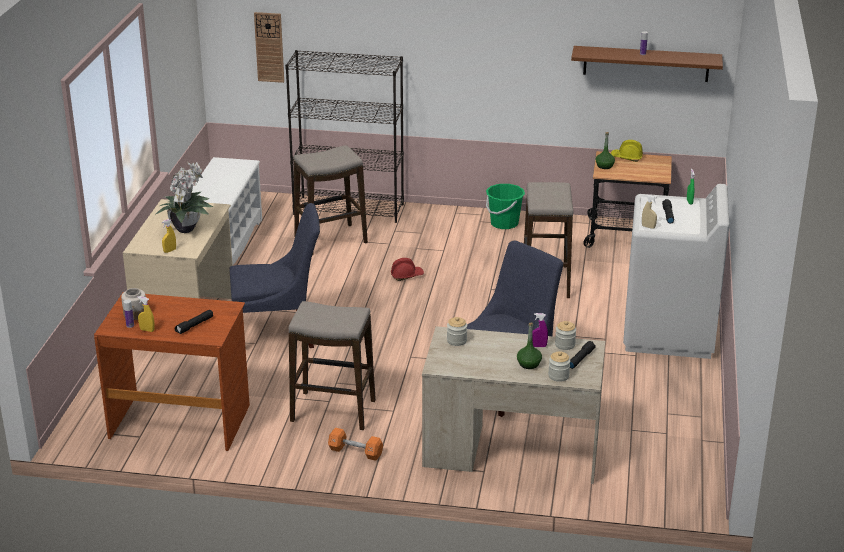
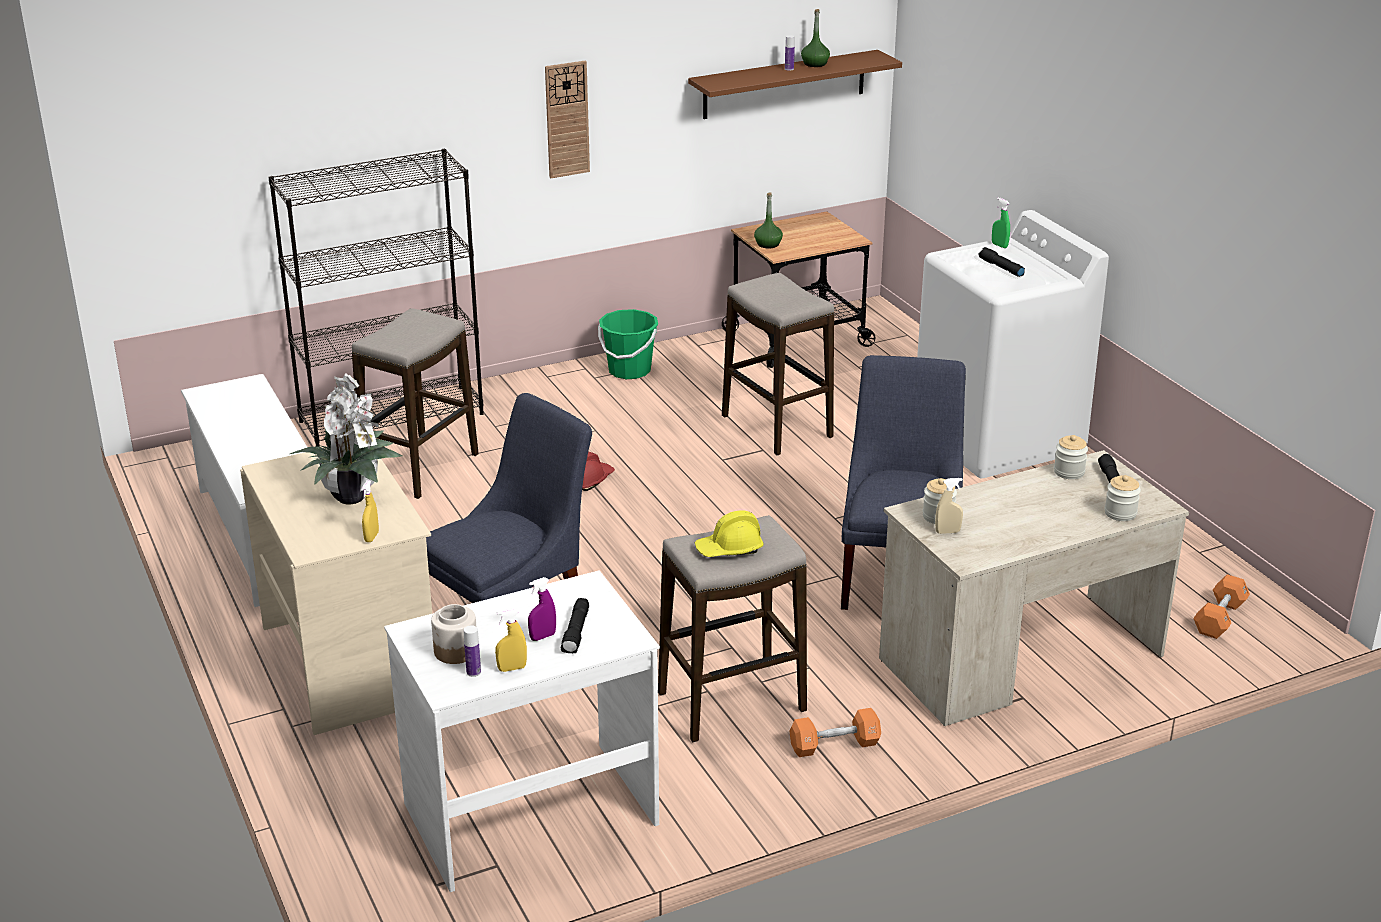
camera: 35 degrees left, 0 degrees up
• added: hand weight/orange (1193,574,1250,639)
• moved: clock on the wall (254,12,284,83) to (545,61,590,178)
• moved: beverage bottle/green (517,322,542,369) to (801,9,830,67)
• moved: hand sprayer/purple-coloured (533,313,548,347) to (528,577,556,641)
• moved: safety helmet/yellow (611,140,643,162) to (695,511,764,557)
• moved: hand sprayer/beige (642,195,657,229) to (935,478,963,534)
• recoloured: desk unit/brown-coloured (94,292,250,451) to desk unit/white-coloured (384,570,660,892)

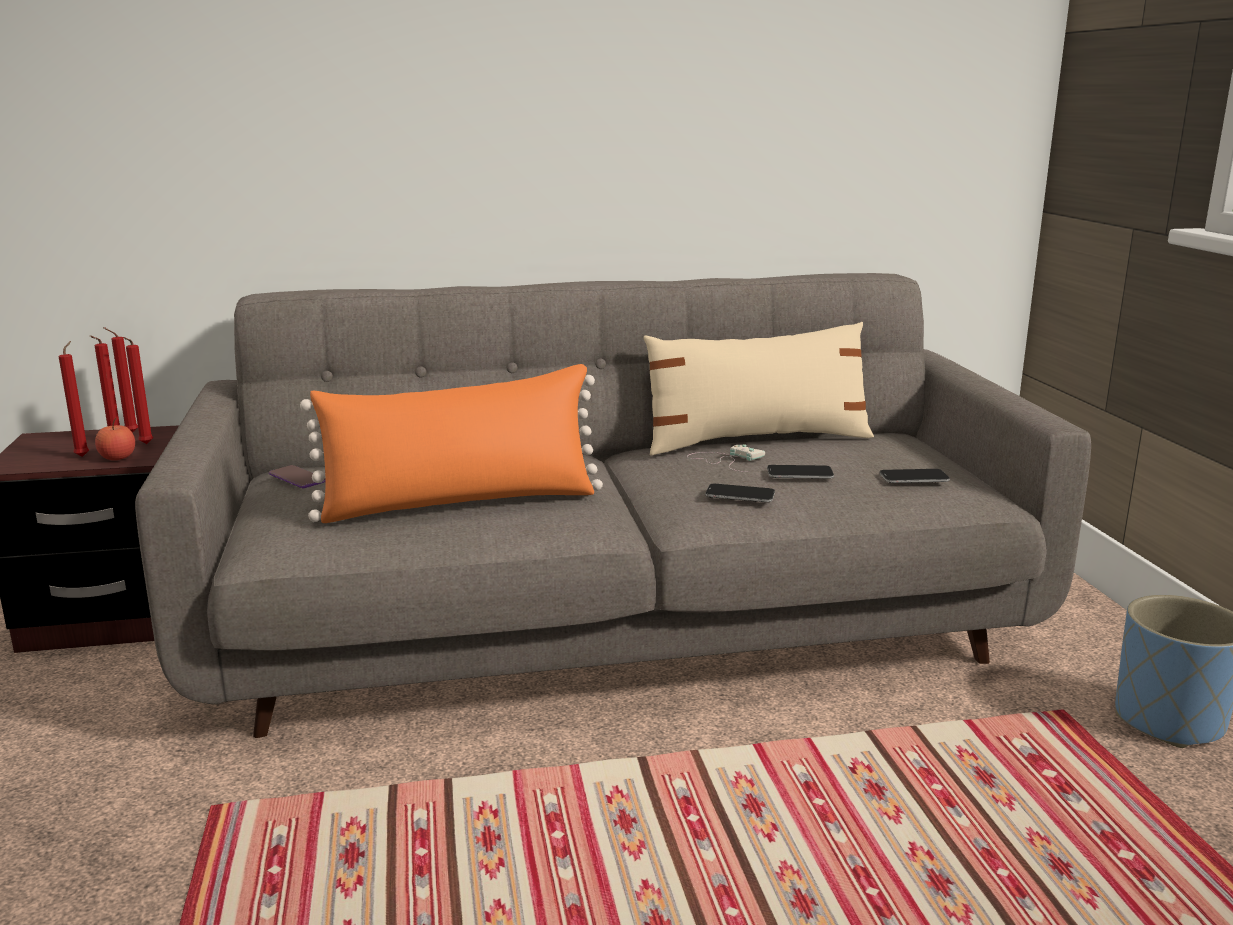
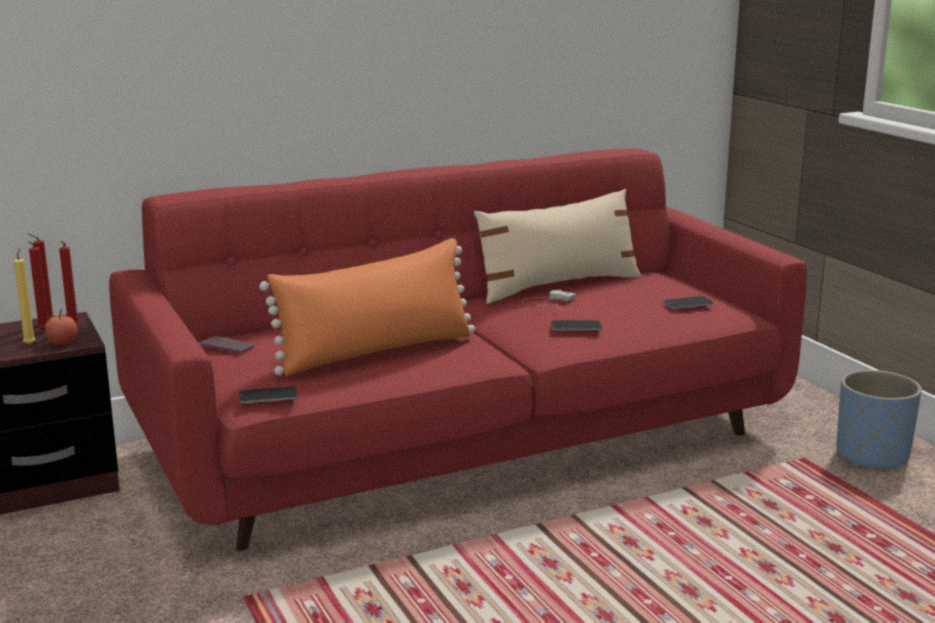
camera: 15 degrees left, 0 degrees up
• moved: telephone (767,465,834,479) to (239,386,298,404)
• recoloured: candle/reddish (59,341,89,457) to candle/yellow (14,248,36,345)
• recoloured: couch/gray (135,273,1091,738) to couch/reddish (109,148,807,551)

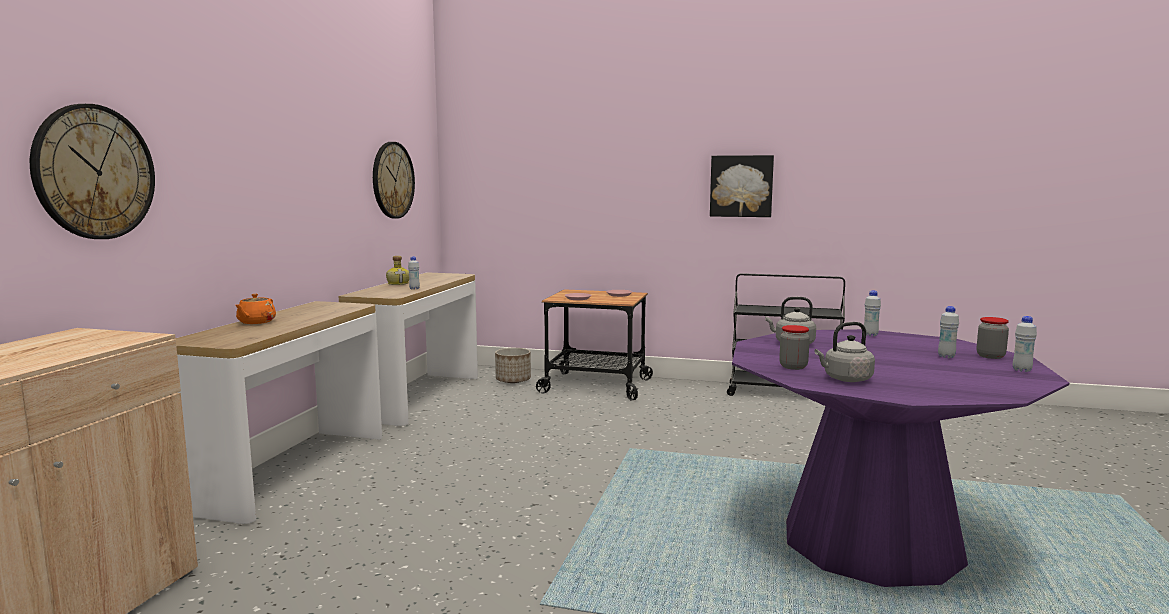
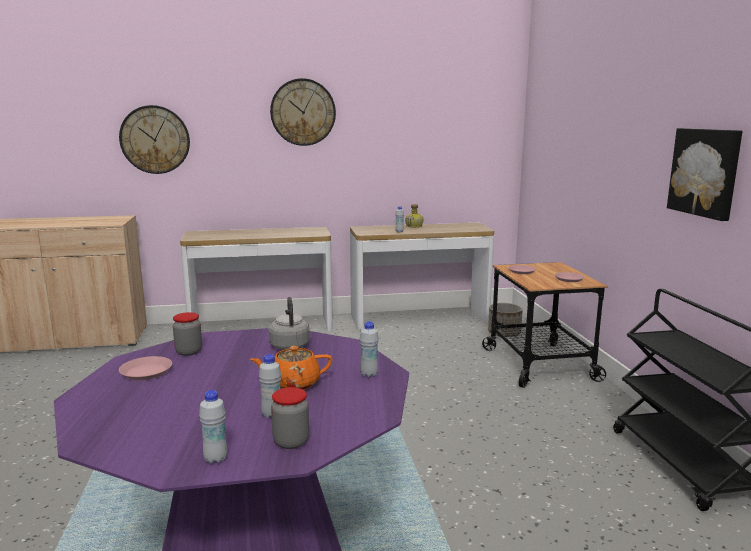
camera: 65 degrees right, 5 degrees up
• moved: pot for tea/orange (235,294,276,324) to (250,346,332,390)
• moved: clock on the wall (373,142,415,219) to (270,78,336,146)
• replaced: tea kettle/gray (814,322,875,382) to dinner plate/pink-coloured (119,356,172,380)

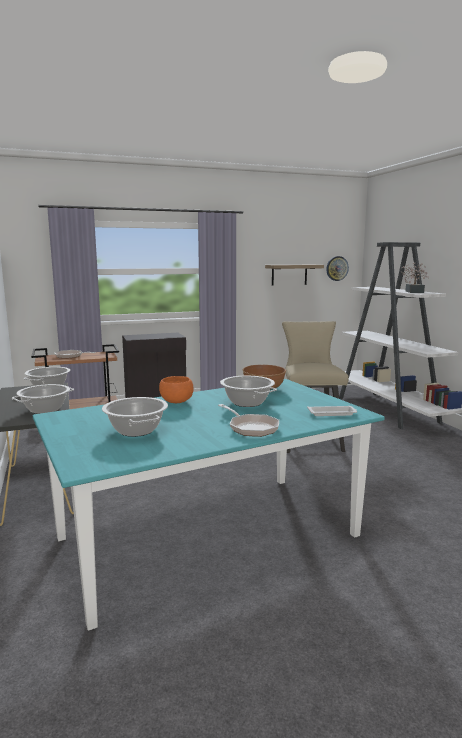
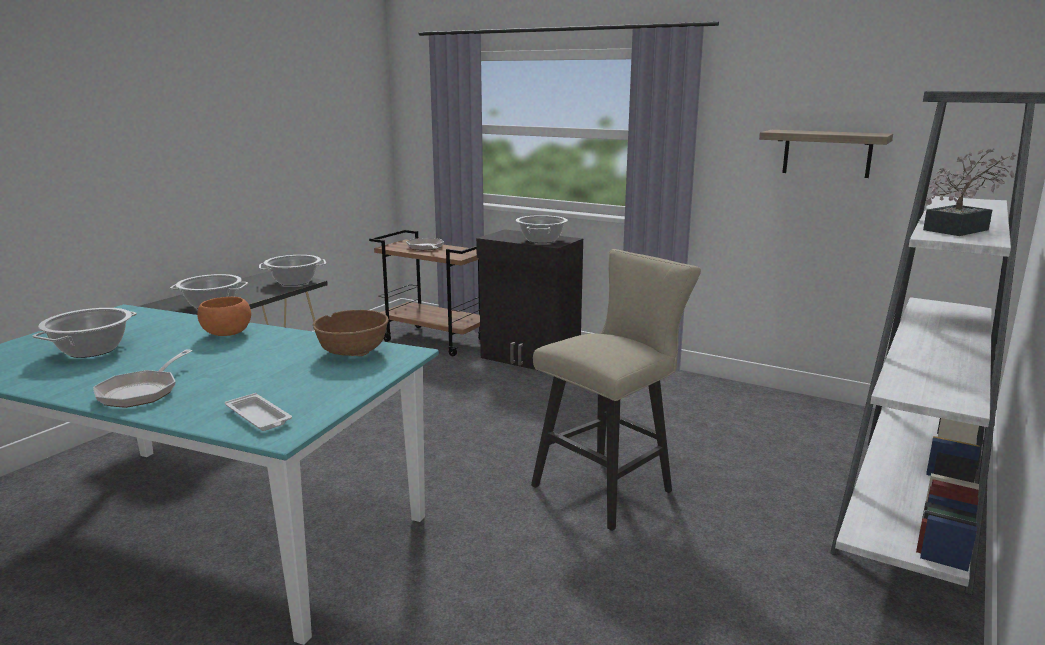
camera: 50 degrees right, 5 degrees up
• removed: clock on the wall (326,256,349,281)
• moved: stockpot (220,376,277,407) to (516,215,568,243)

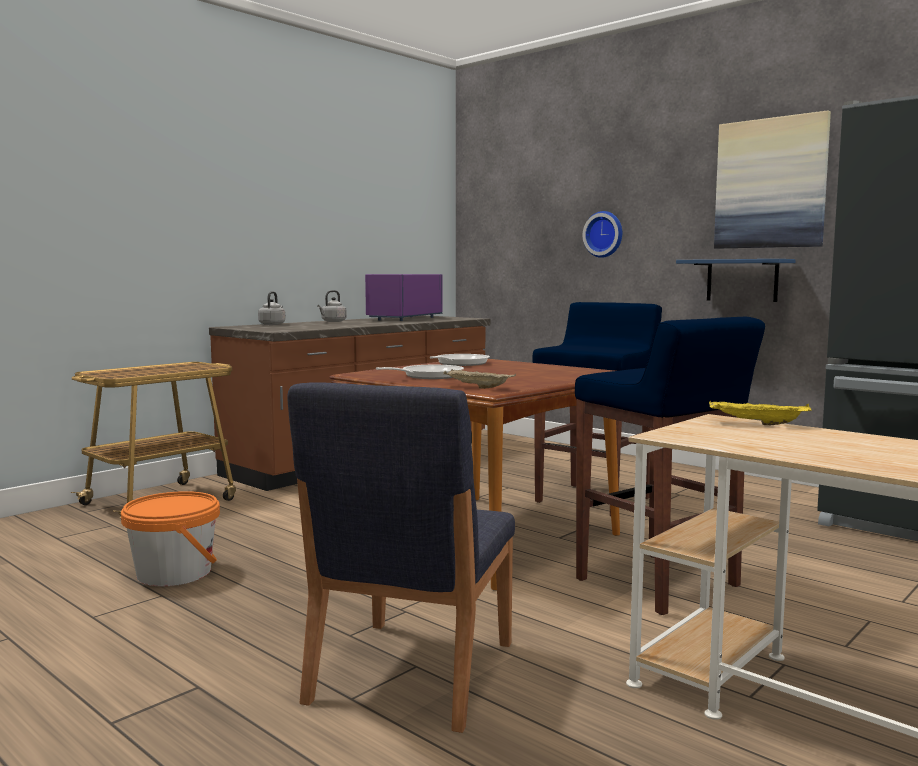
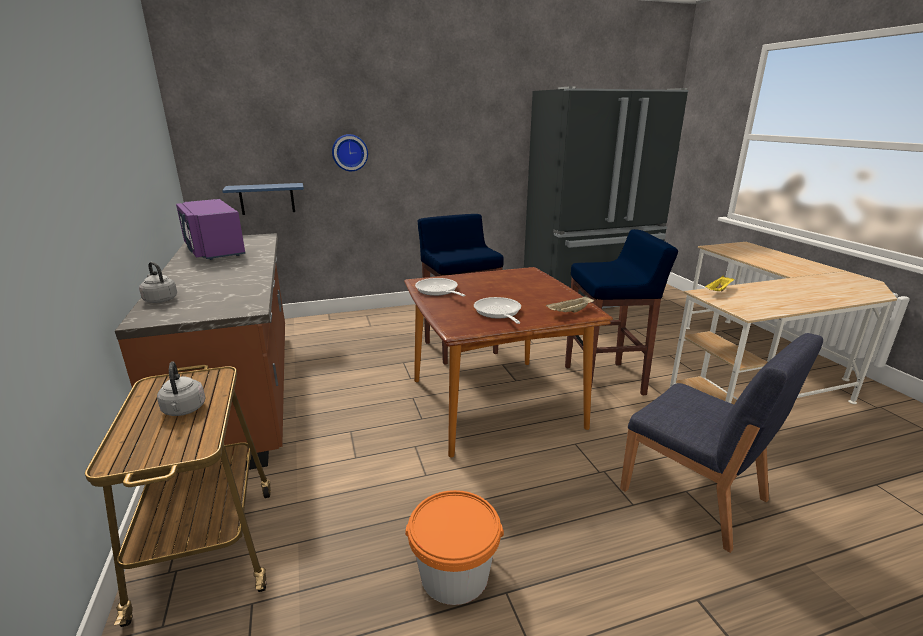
camera: 60 degrees left, 15 degrees up
• removed: picture (714,111,831,249)
• moved: tea kettle/gray (317,290,347,322) to (157,362,205,416)
• moved: shelf/blue-coloured (676,259,796,302) to (222,183,304,215)

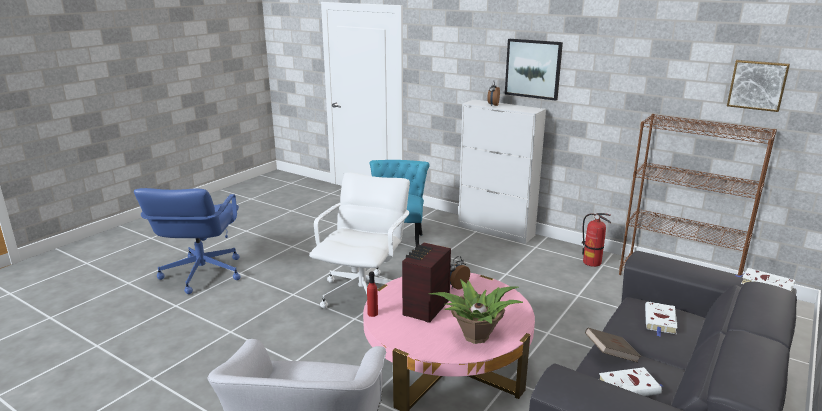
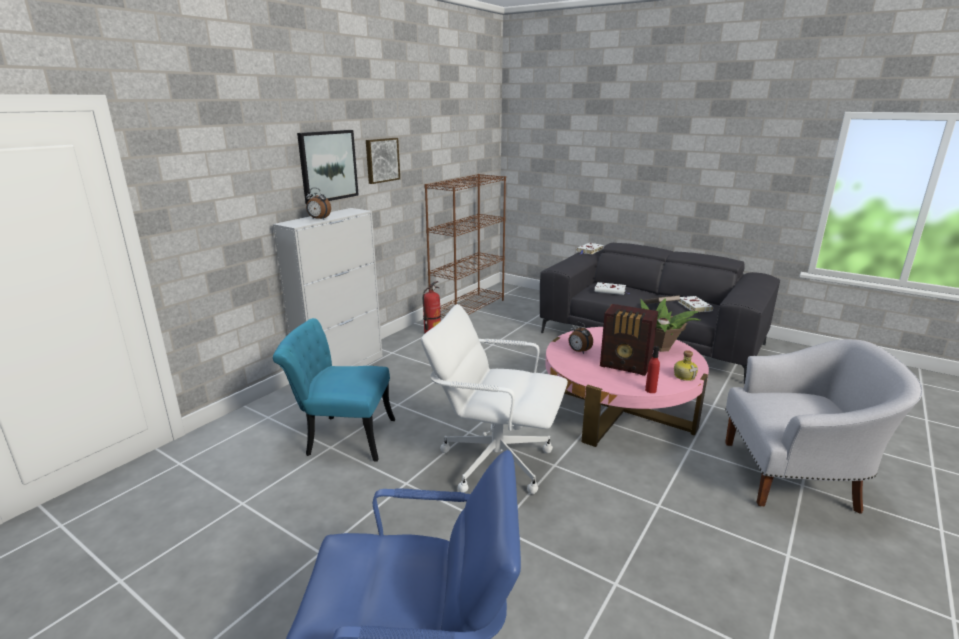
camera: 90 degrees left, 0 degrees up
• added: beverage bottle (674,350,698,381)
• moved: picture (727,60,790,112) to (366,138,400,184)

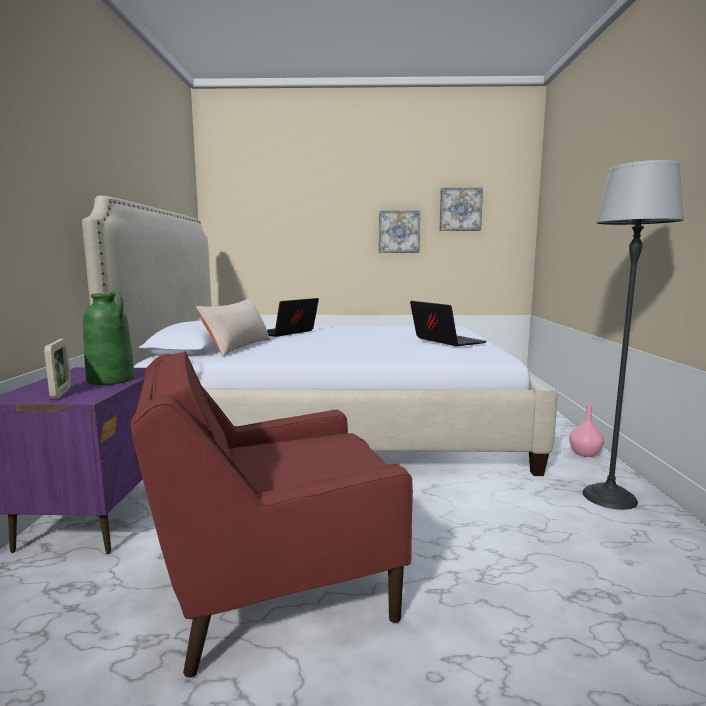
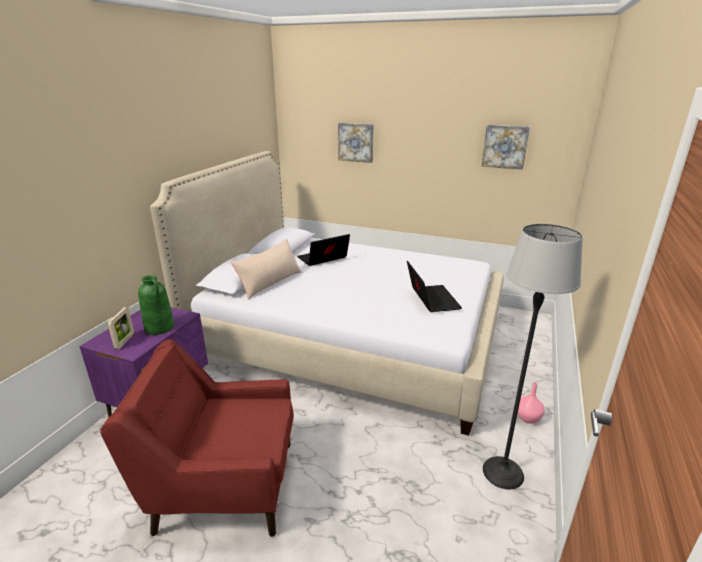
camera: 20 degrees right, 15 degrees up
• moved: picture (379,211,420,253) to (338,123,374,163)

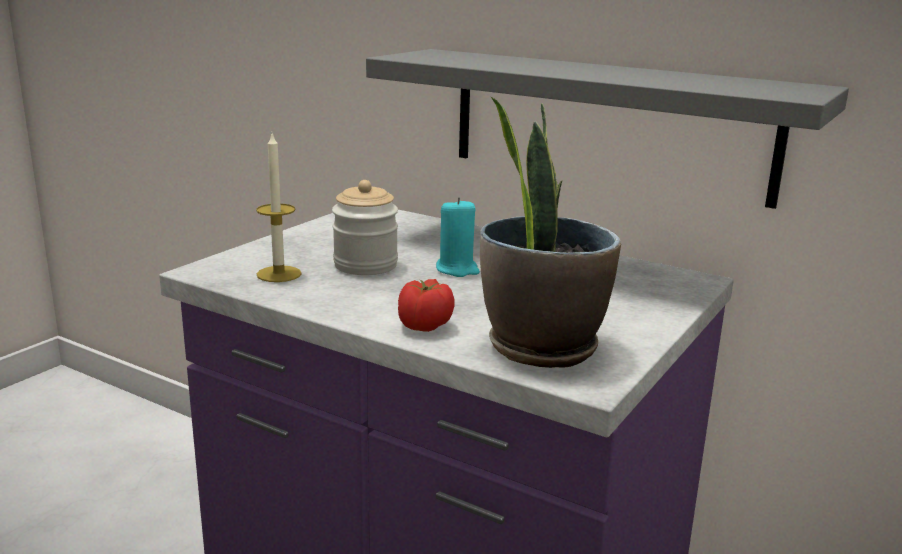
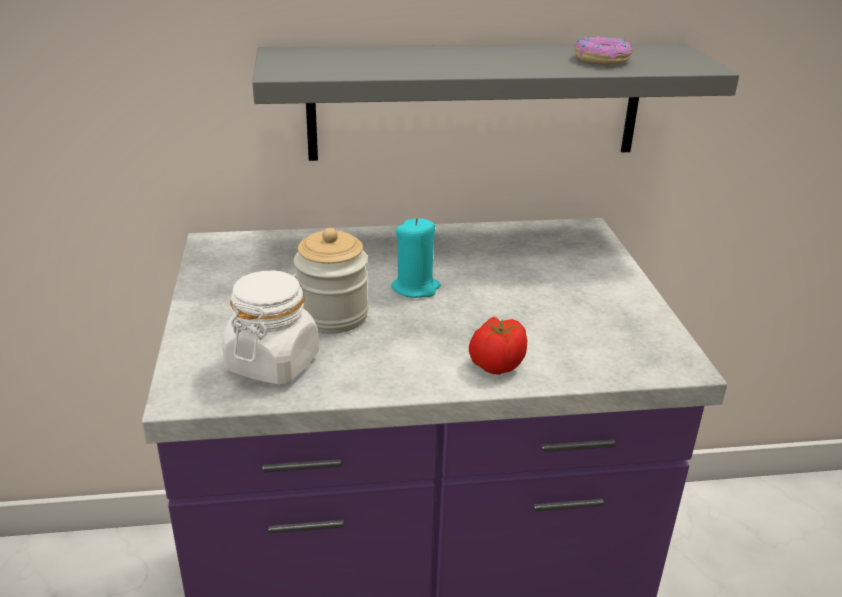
camera: 40 degrees left, 10 degrees up
• removed: plant in a pot (480,97,621,368)
• added: ring doughnut (574,36,633,65)
• replaced: candle (256,134,302,282) to preserve jar/white-coloured (222,271,319,385)

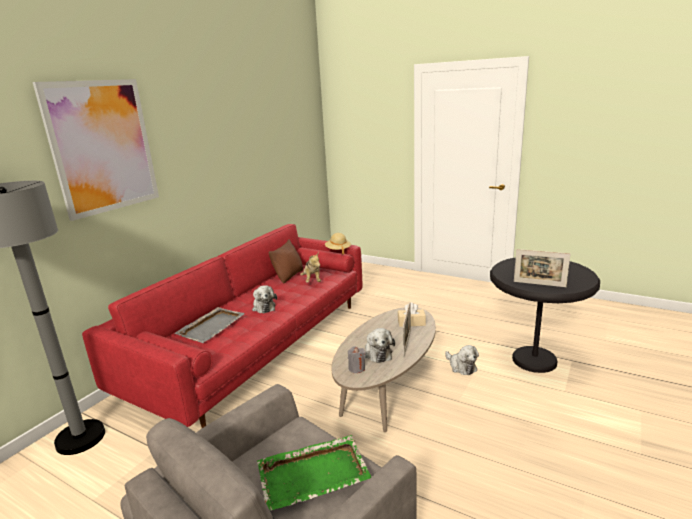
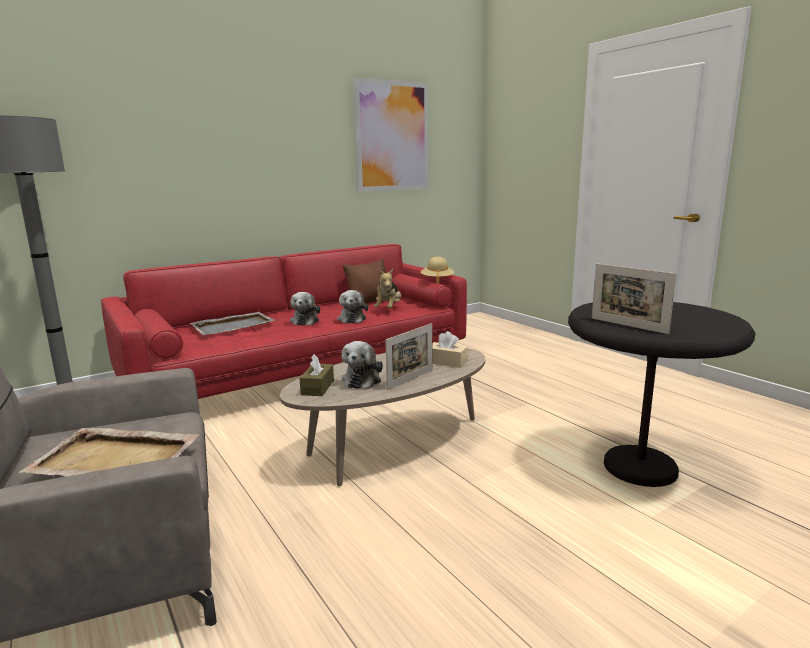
camera: 25 degrees right, 5 degrees down
• moved: picture (33,79,159,221) to (353,77,428,192)
• moved: soft toy (445,345,479,375) to (337,290,368,324)
• replaced: candle/gray (348,346,365,373) to box of tissues/brown-coloured (299,354,334,396)
• recoloured: serving tray/green (257,435,372,510) to serving tray/beige (19,428,200,476)

